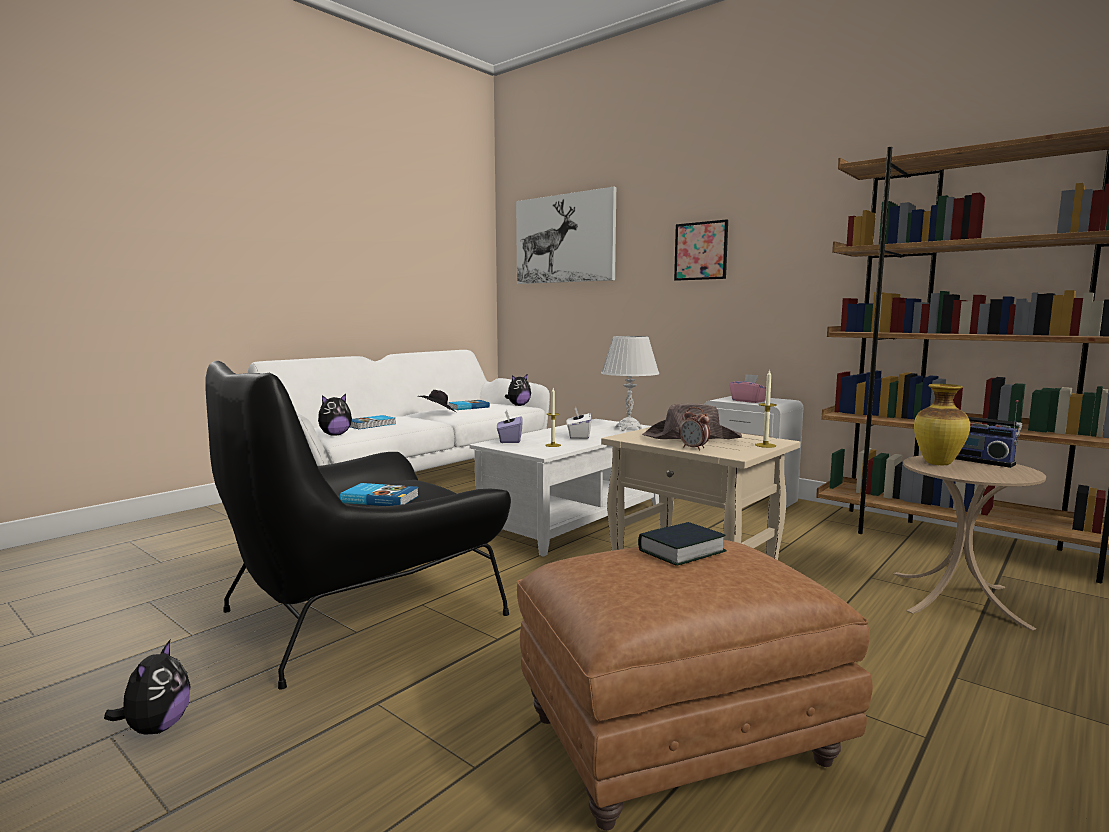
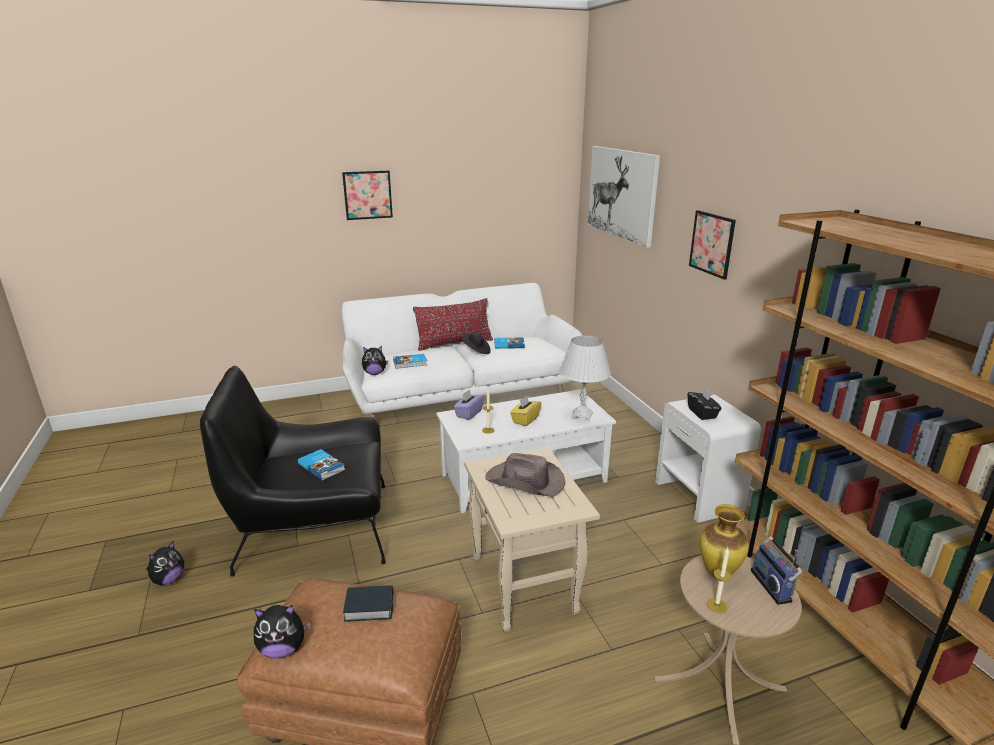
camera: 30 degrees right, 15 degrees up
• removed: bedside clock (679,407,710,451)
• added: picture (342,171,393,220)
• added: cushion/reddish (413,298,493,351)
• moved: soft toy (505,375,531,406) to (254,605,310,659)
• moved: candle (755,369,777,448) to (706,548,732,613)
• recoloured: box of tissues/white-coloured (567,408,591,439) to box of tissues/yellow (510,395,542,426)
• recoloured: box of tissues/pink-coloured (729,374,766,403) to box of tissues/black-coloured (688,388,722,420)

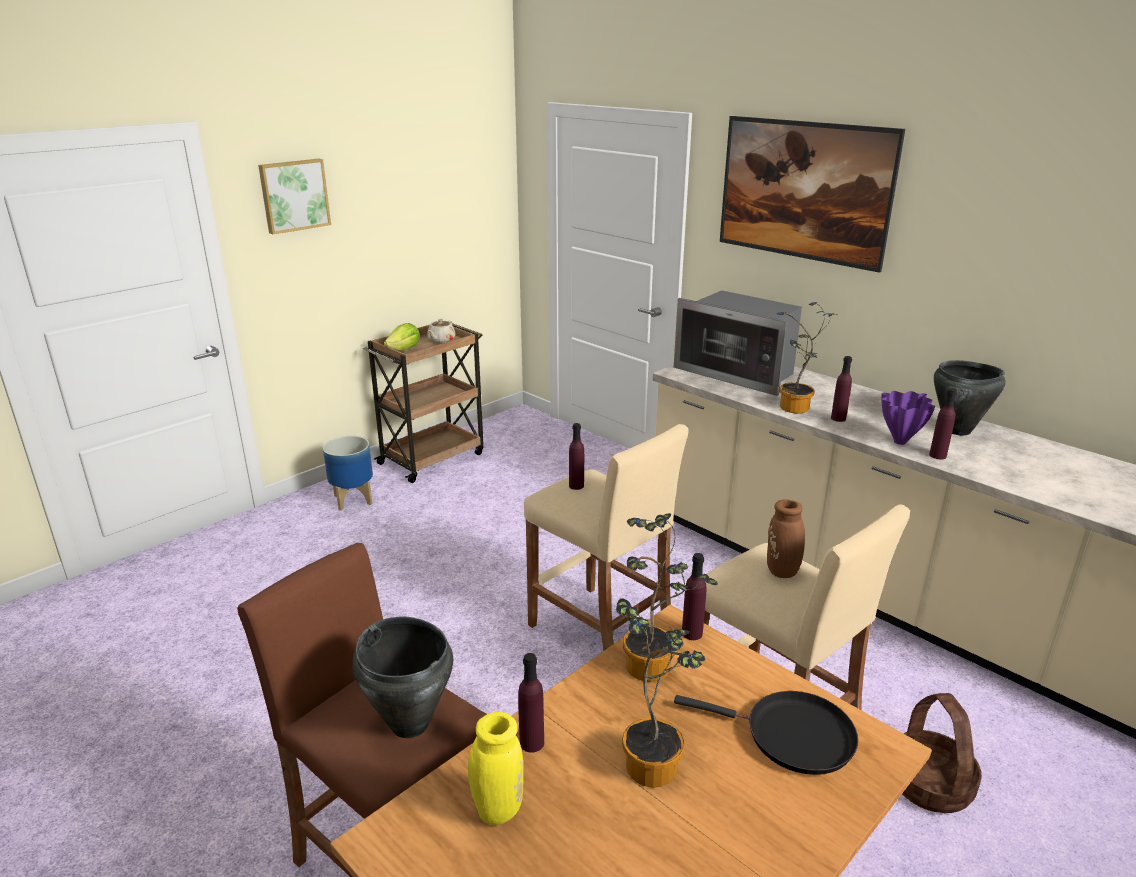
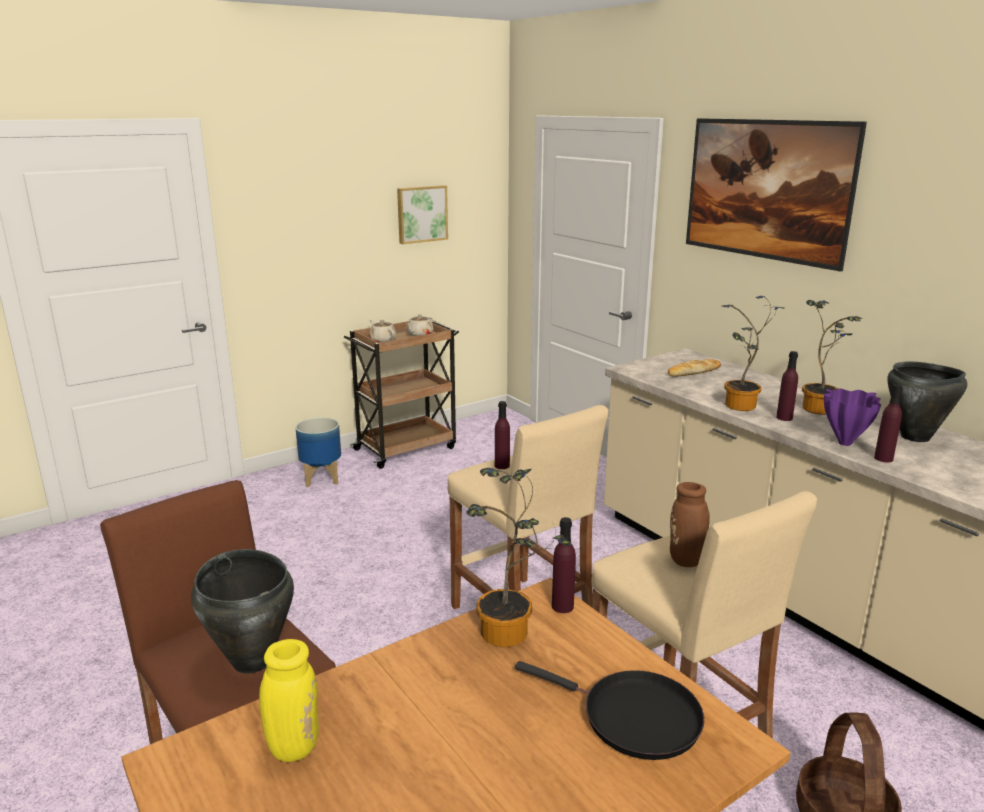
camera: 10 degrees right, 5 degrees down
• removed: beverage bottle/purple-coloured (518,653,544,753)
• moved: picture (258,159,331,234) to (397,185,448,244)
• moved: plant in a pot (616,598,705,788) to (802,300,862,415)
• replaced: lettuce head (384,323,420,351) to pot for tea/beige (369,320,396,343)
• replaced: microwave oven (674,291,802,396) to baked bread (668,359,721,377)

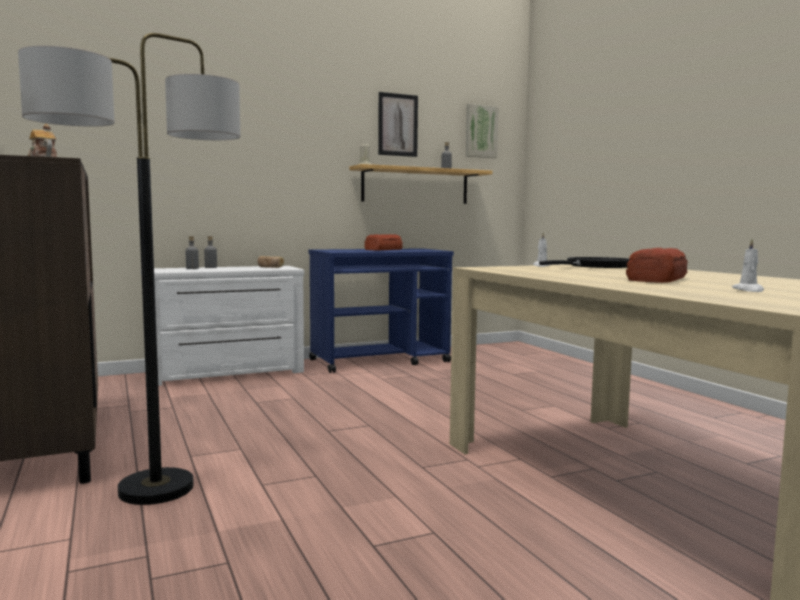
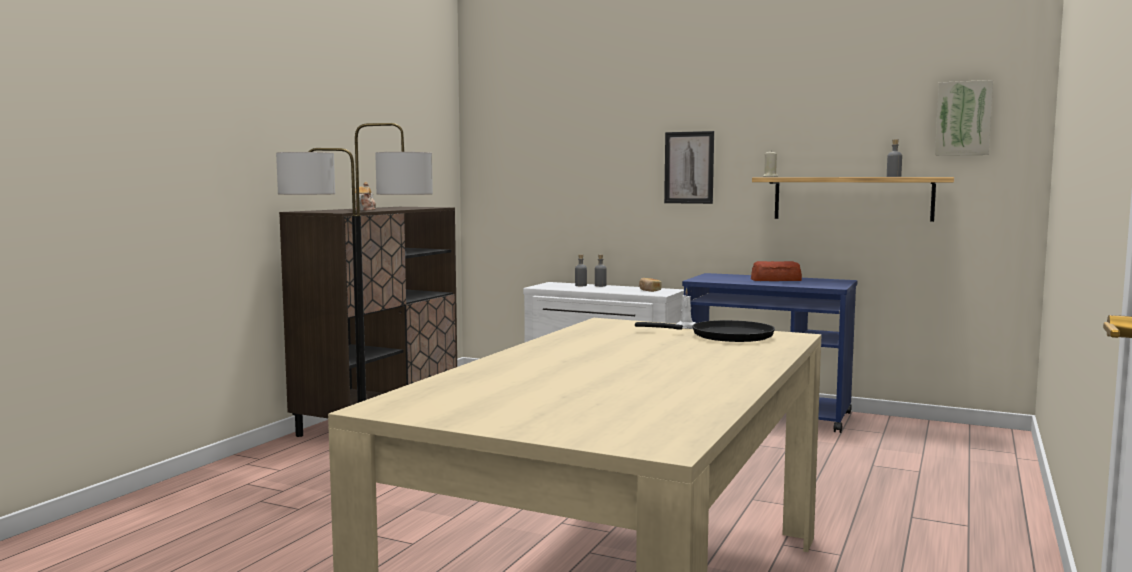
camera: 50 degrees right, 0 degrees up
• removed: baked bread (626,248,688,283)
• removed: candle/white-coloured (732,239,764,292)
• moved: picture (378,92,418,157) to (664,131,714,204)

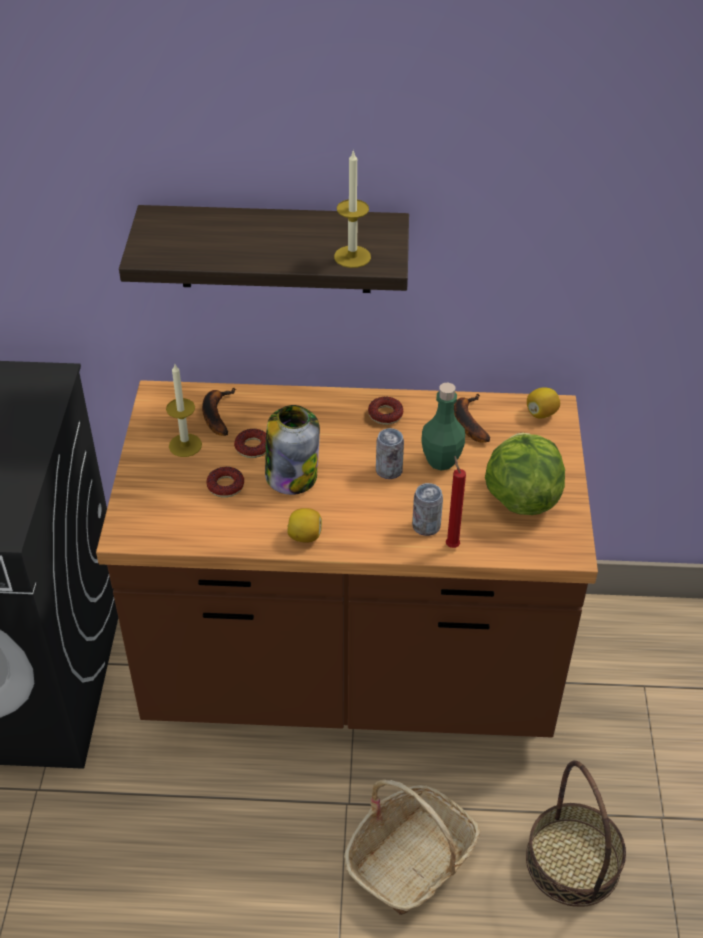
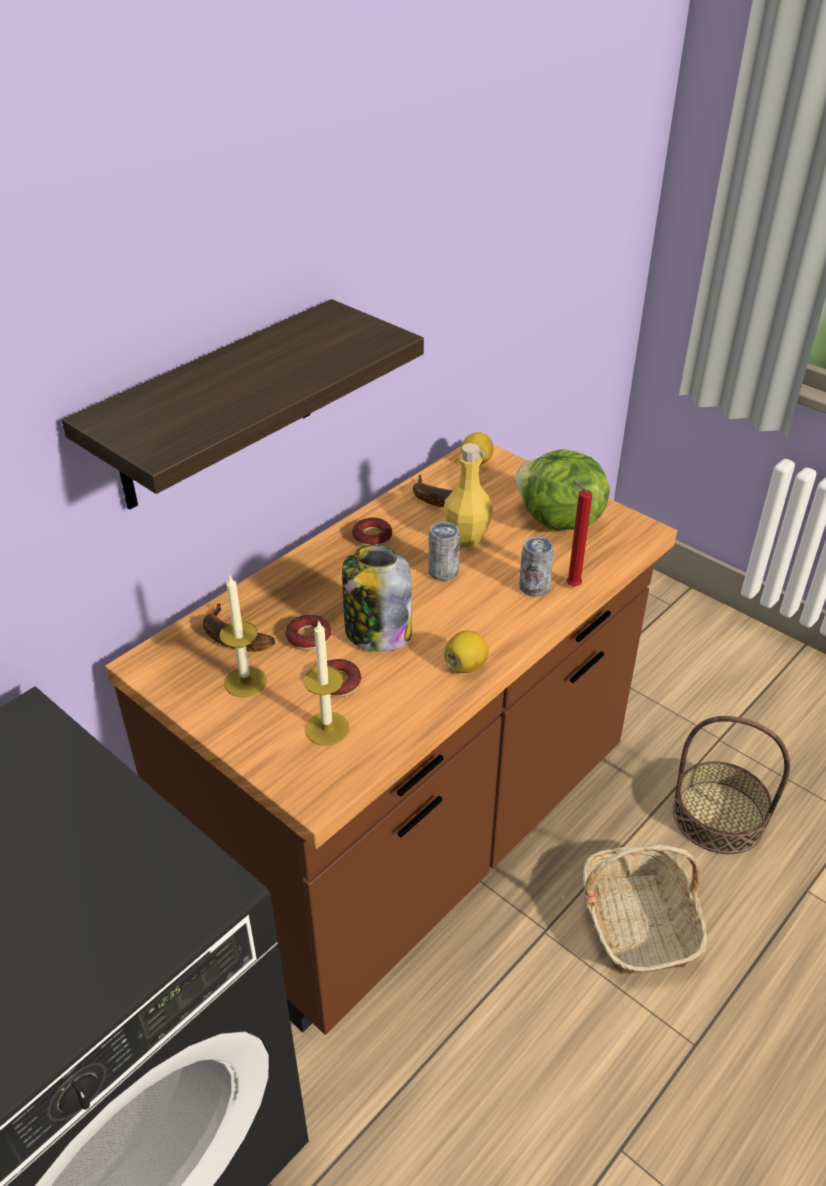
camera: 50 degrees left, 5 degrees down
• moved: candle (334,151,371,268) to (304,620,350,746)
• recoloured: beverage bottle/green (421,382,465,470) to beverage bottle/yellow (444,443,493,547)

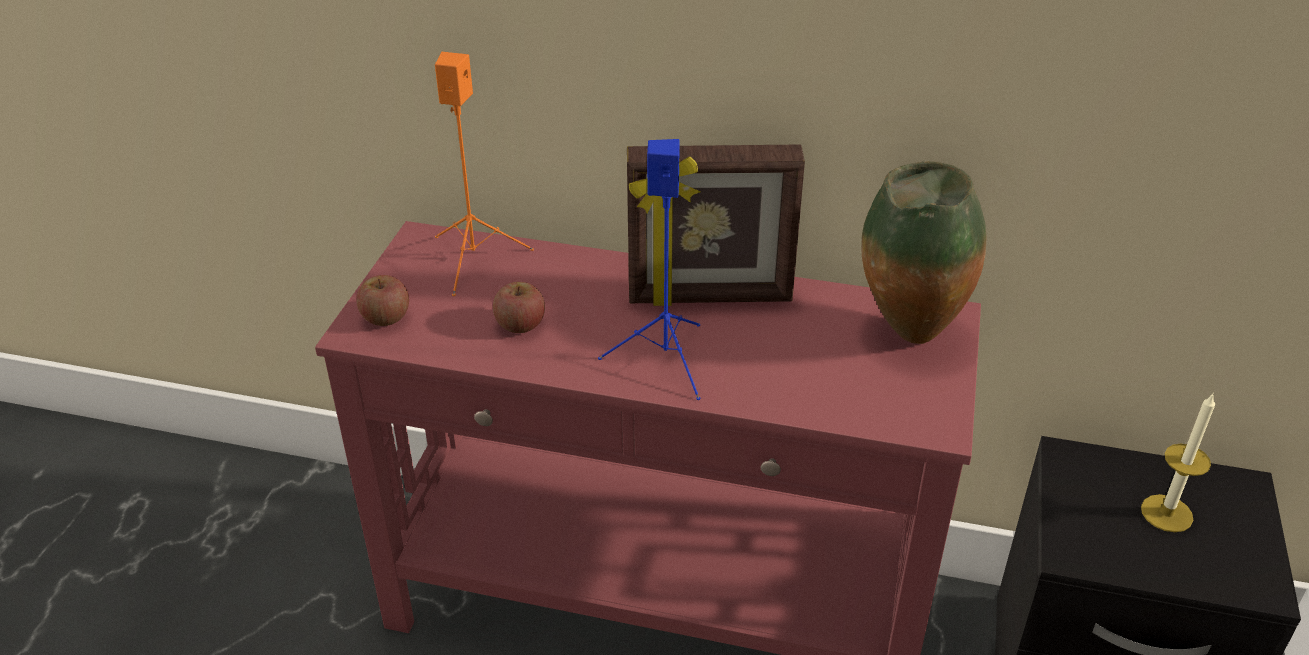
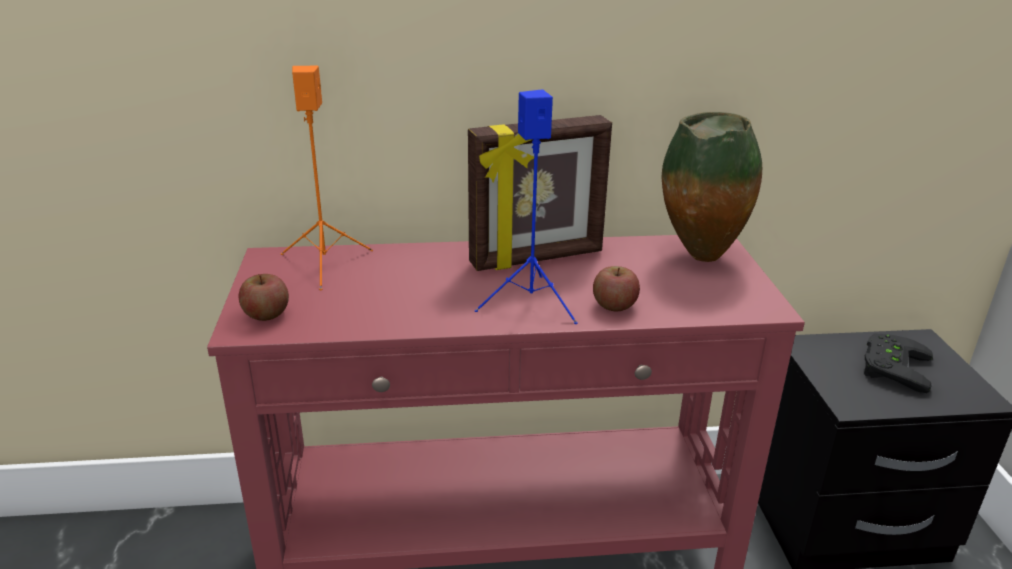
camera: 20 degrees left, 10 degrees down
• moved: apple fruit (493,282,545,333) to (593,266,640,311)
• replaced: candle (1141,394,1215,532) to joypad/black-coloured (864,333,933,393)

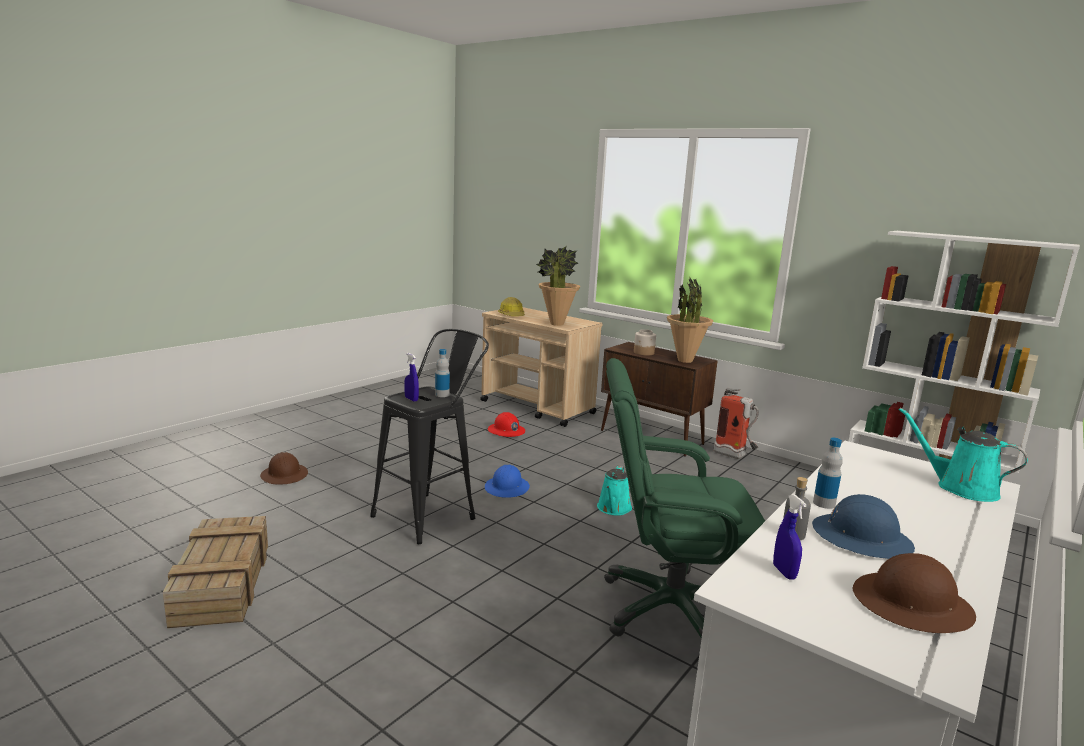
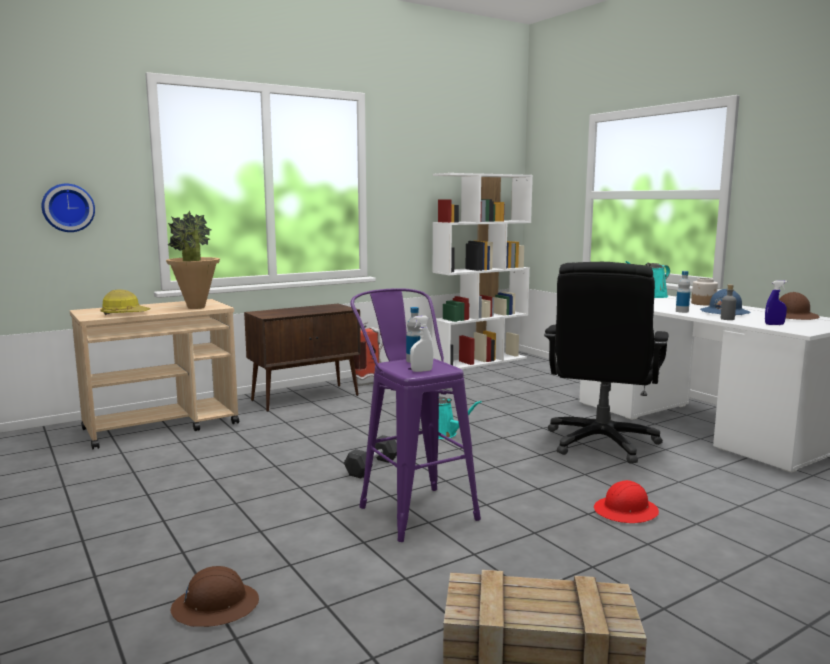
camera: 70 degrees left, 5 degrees down
• removed: plant in a pot (667,278,713,363)
• added: clock on the wall (42,184,95,232)
• moved: safety helmet/reddish (488,412,525,437) to (594,480,659,523)
• moved: preserve jar (634,329,656,356) to (691,278,718,306)
• replaced: safety helmet/blue-coloured (485,465,530,498) to hand weight/gray (344,435,397,478)
• recoloured: stool seat/black-coloured (370,329,489,544) to stool seat/purple-coloured (350,288,481,542)
• recoloured: hand sprayer/blue-coloured (404,353,419,402) to hand sprayer/white-coloured (410,316,433,372)
• recoloured: office chair/green (604,358,765,639) to office chair/black-coloured (544,262,669,463)

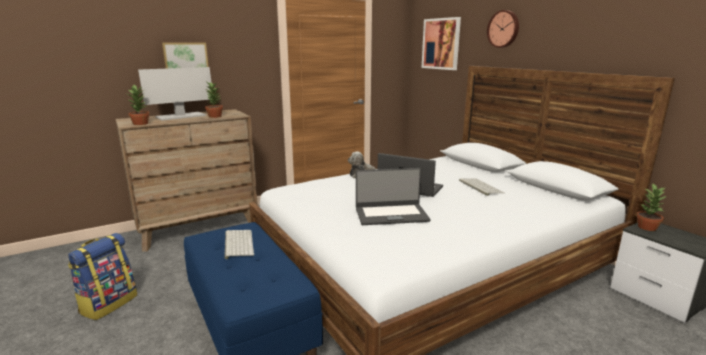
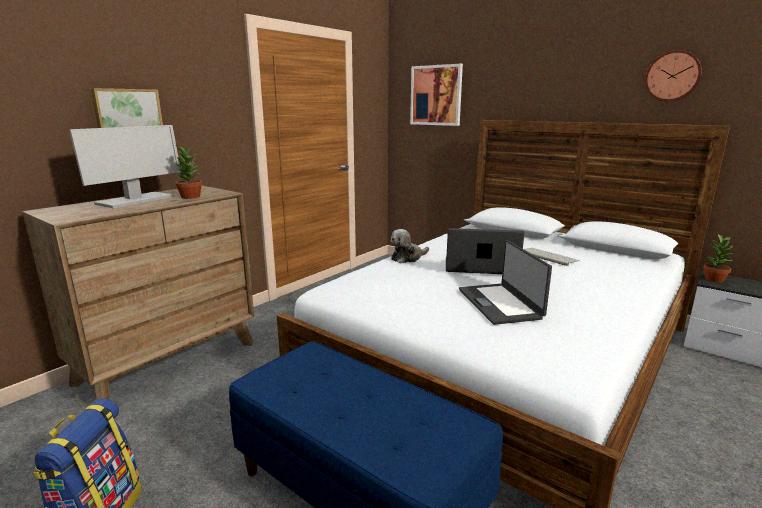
camera: 20 degrees left, 0 degrees up
• removed: plant in a pot (127,85,150,125)
• removed: computer keyboard (225,230,254,259)
• moved: clock on the wall (487,10,519,48) to (645,50,702,102)
• turned: notebook computer (356,168,431,225) = (459,240,552,325) 105 degrees clockwise

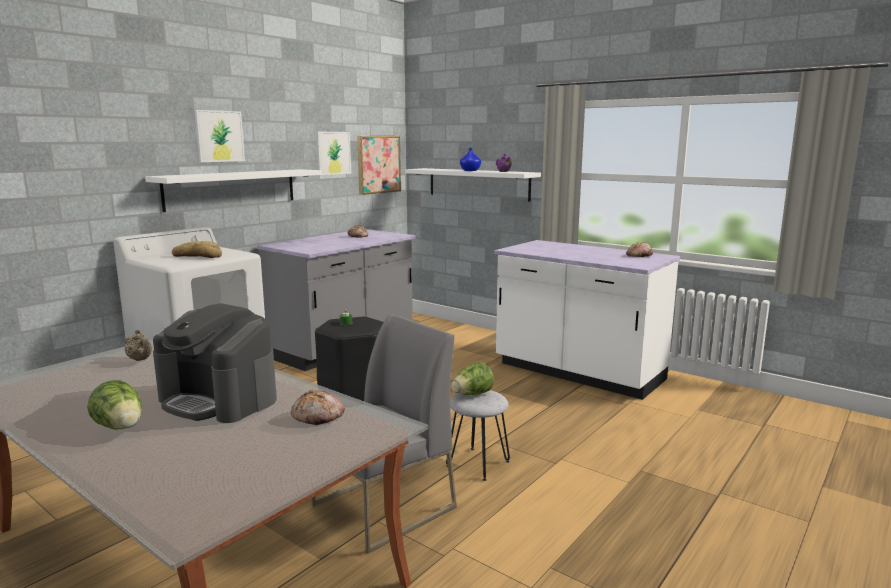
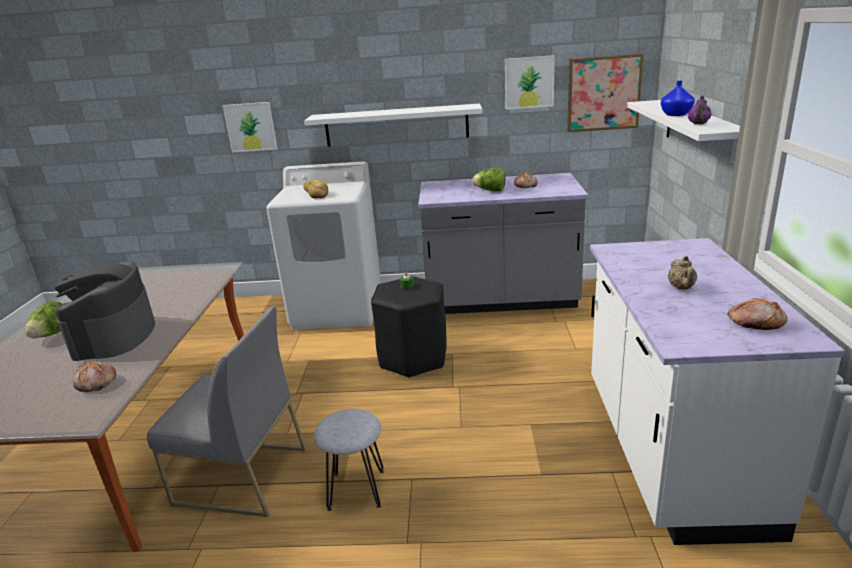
camera: 55 degrees right, 10 degrees up
• moved: pot for tea/beige (125,330,152,361) to (668,256,697,289)
• moved: picture (194,110,245,162) to (222,102,278,153)
• moved: lettuce head (451,362,494,395) to (472,168,505,191)

